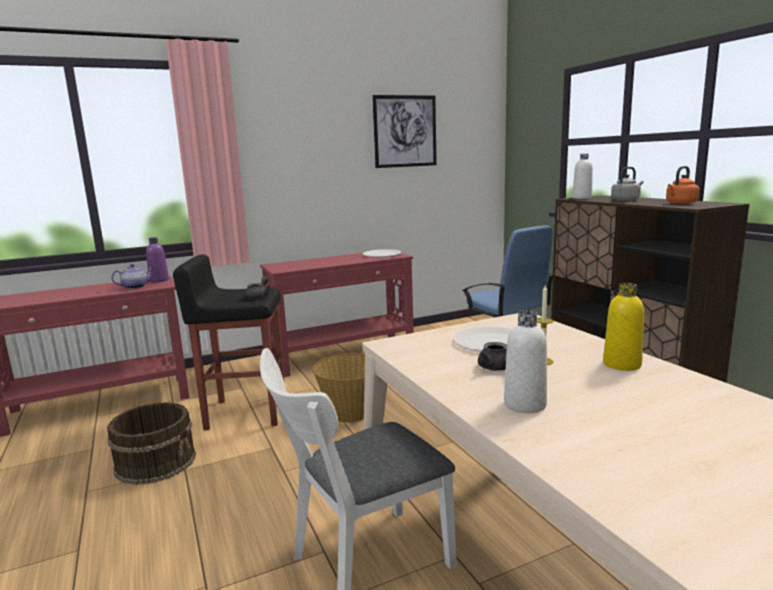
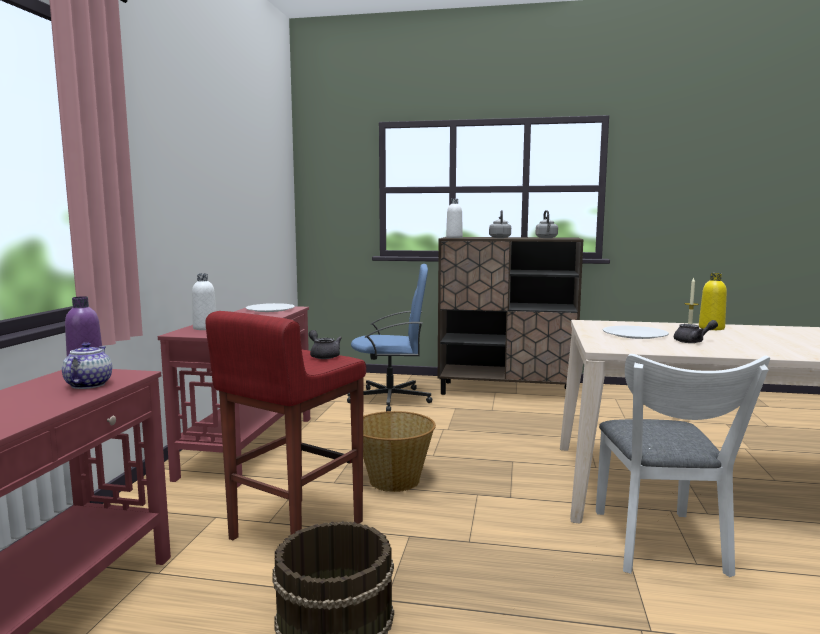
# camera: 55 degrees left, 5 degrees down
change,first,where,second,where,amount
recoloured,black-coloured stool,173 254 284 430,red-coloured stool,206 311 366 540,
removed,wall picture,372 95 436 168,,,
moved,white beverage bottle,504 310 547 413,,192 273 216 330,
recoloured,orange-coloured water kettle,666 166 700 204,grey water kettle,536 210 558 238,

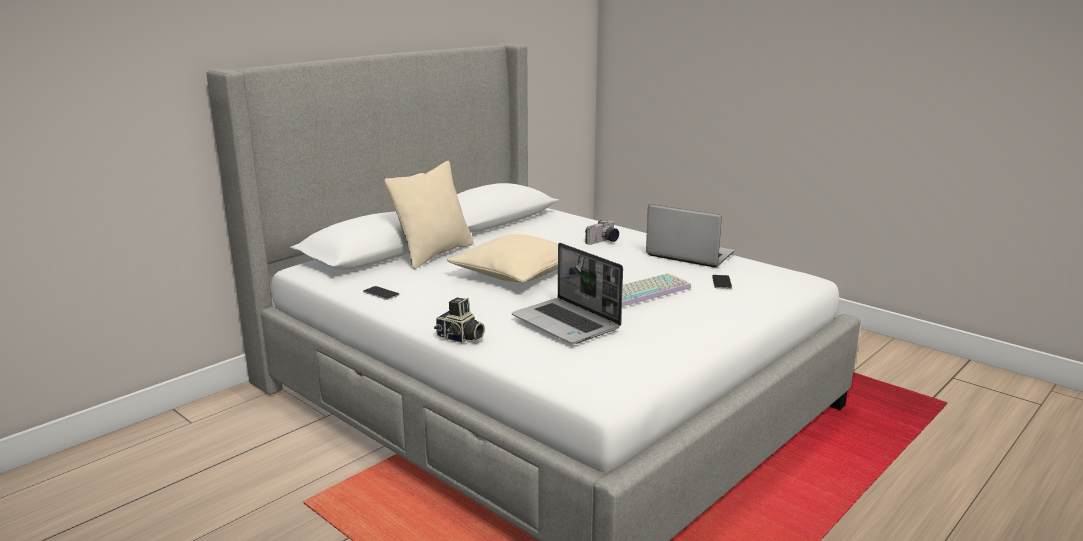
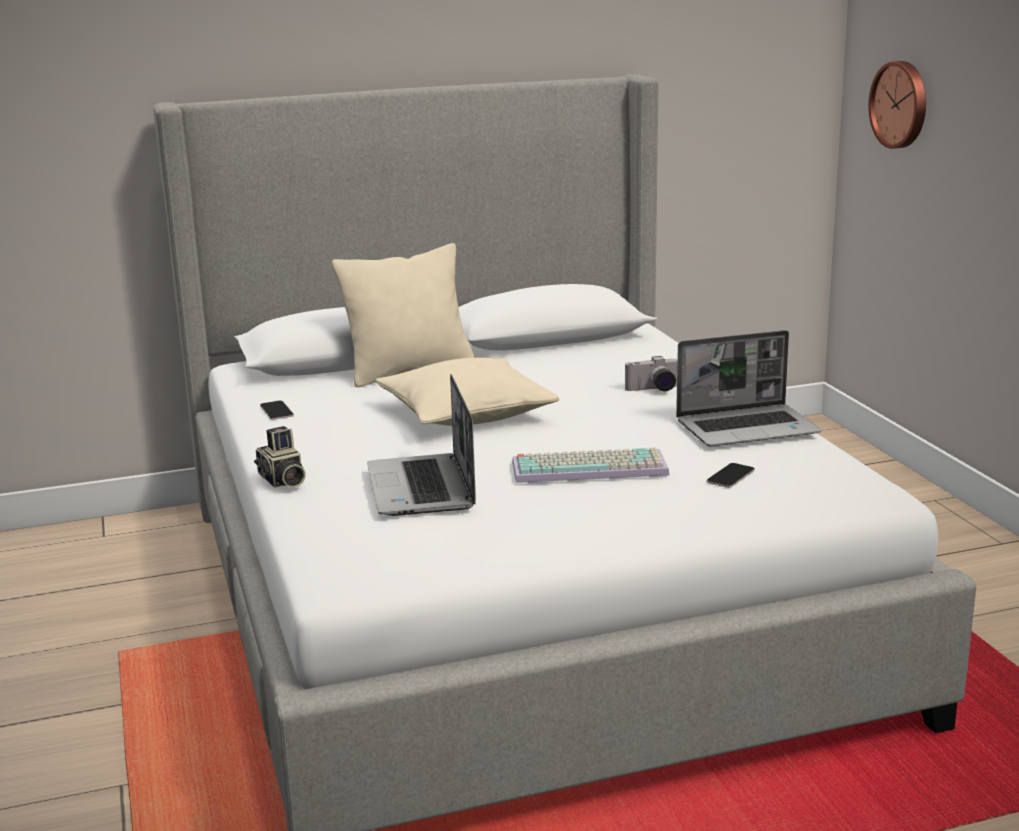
# camera: 30 degrees right, 0 degrees up
change,first,where,second,where,amount
turned,portable computer,646 204 734 267,,676 330 821 446,105 degrees clockwise
added,,,wall clock,868 61 926 149,

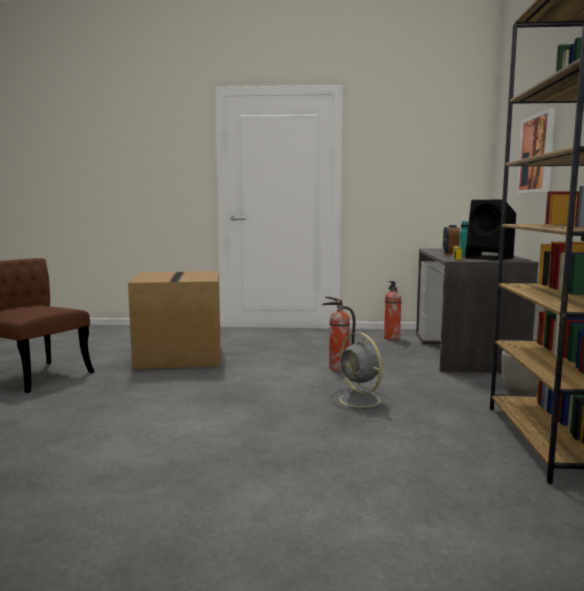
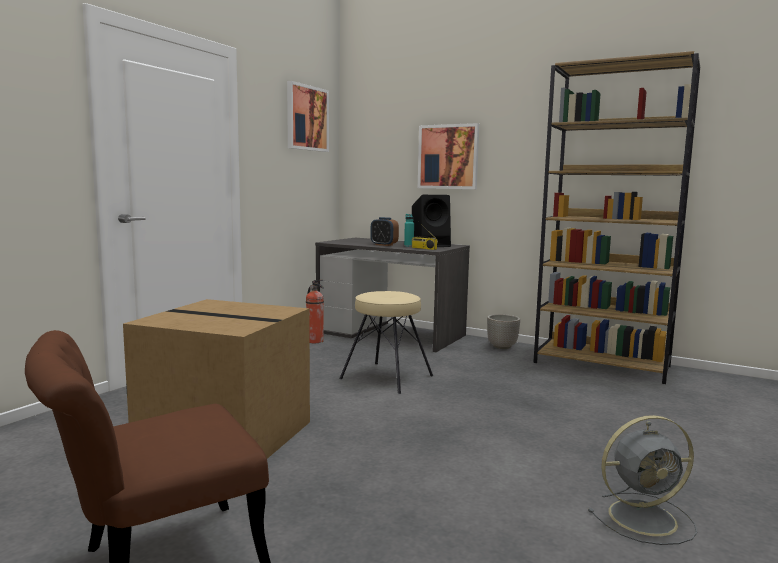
# camera: 65 degrees left, 0 degrees up
change,first,where,second,where,amount
replaced,extinguisher,322 296 355 371,beige stool,339 291 433 394,
moved,grey cooling fan,330 332 393 412,,588 415 697 545,
added,,,wall picture,287 81 329 152,

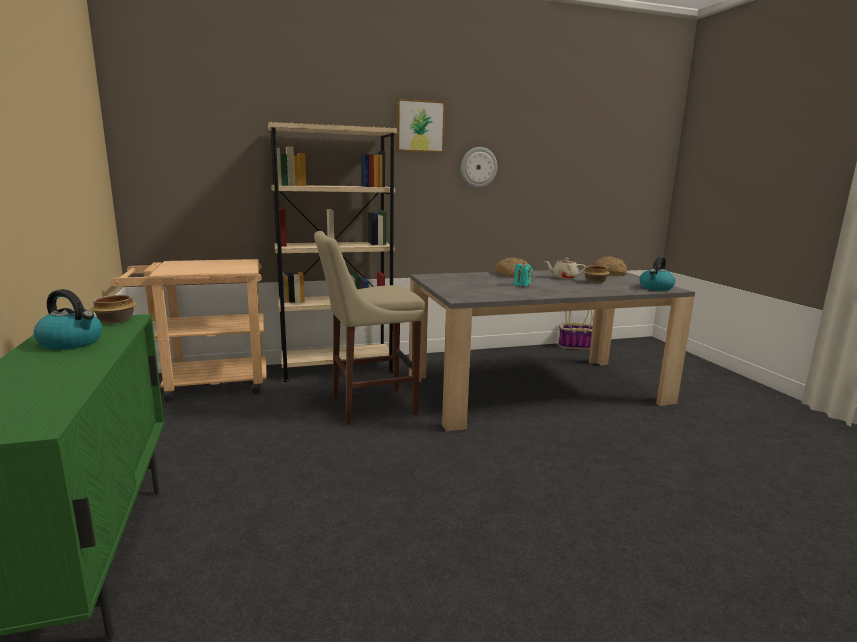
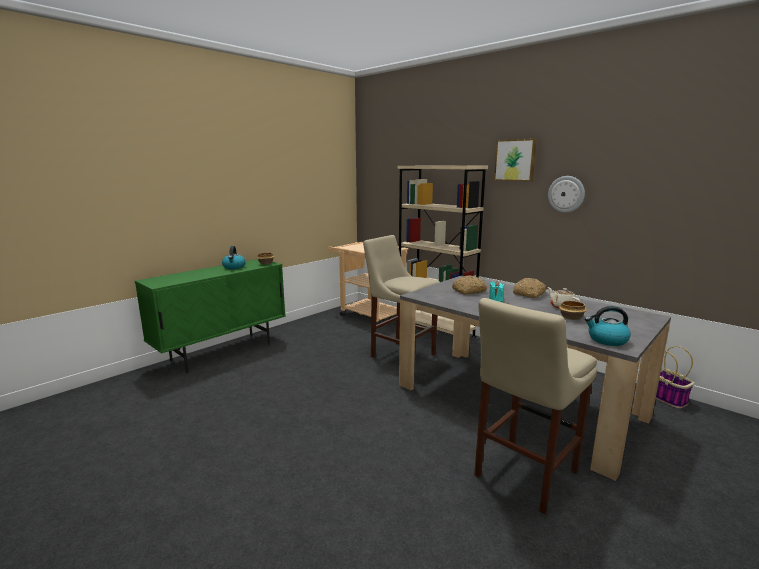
# camera: 60 degrees right, 0 degrees up
change,first,where,second,where,amount
moved,baked bread,594 257 627 276,,452 275 487 295,
added,,,beige stool,474 298 597 514,

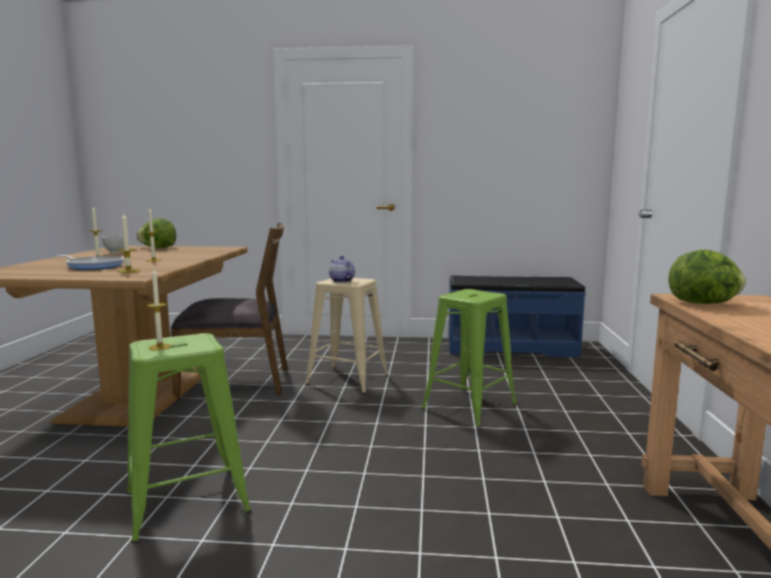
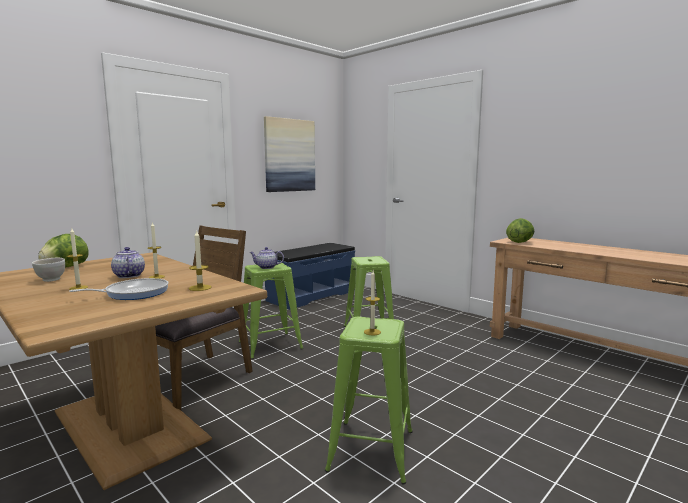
# camera: 50 degrees left, 0 degrees up
change,first,where,second,where,amount
recoloured,beige stool,305 278 389 394,green stool,239 263 303 359,
added,,,teapot,111 247 145 278,
added,,,wall picture,264 116 315 192,

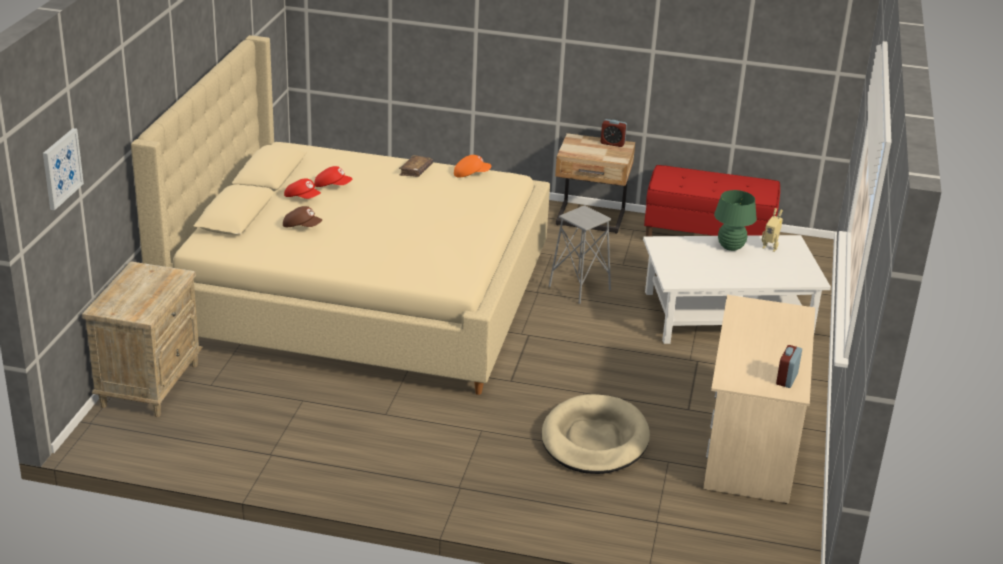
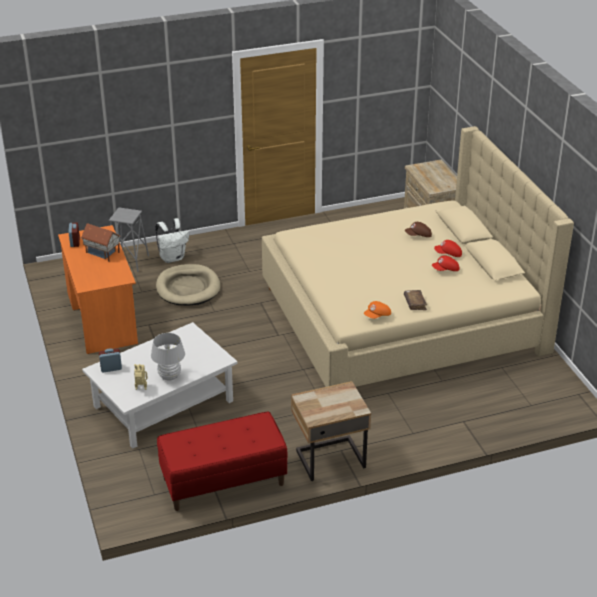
# camera: 150 degrees right, 5 degrees up
change,first,where,second,where,amount
removed,wall picture,43 128 84 210,,,
moved,grey stool,549 205 611 304,,109 207 149 272,
moved,table clock,601 119 627 147,,99 348 122 372,
recoloured,beige desk,703 295 815 504,orange-coloured desk,58 225 138 354,
recoloured,green tabletop lamp,714 190 757 251,white tabletop lamp,151 333 185 381,
added,,,model house,81 223 121 262,
added,,,white knapsack,155 218 189 263,

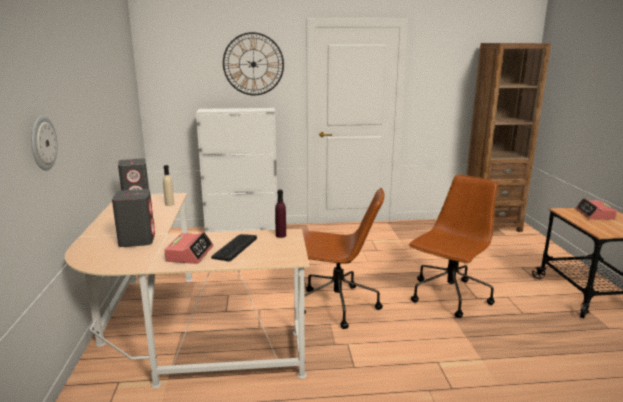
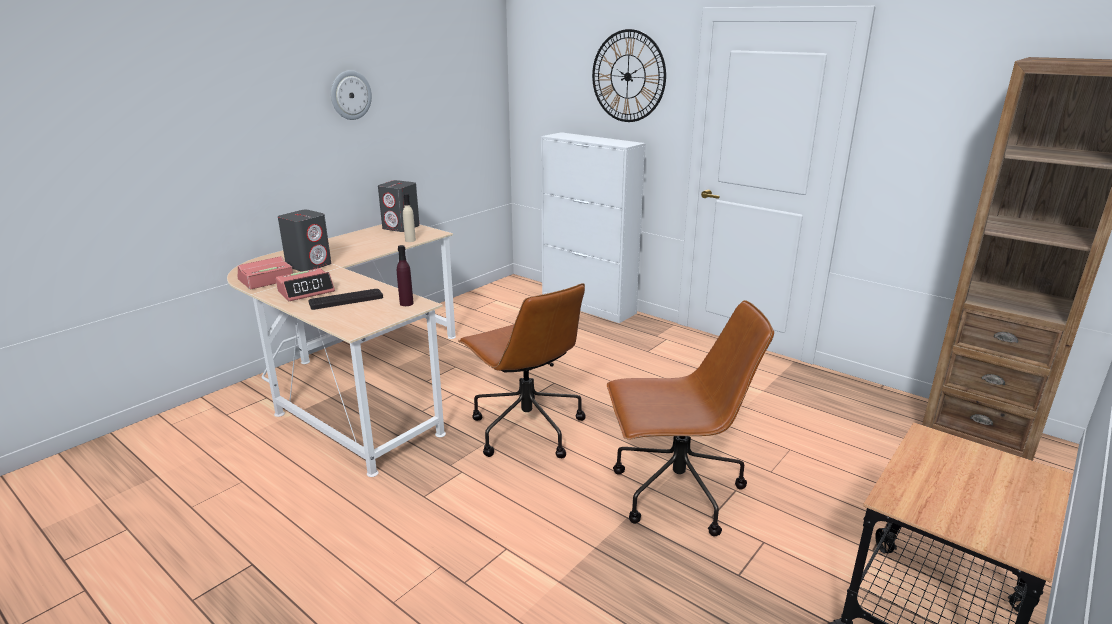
# camera: 45 degrees right, 5 degrees up
change,first,where,second,where,amount
moved,wall clock,31 115 57 170,,331 70 372 120,
moved,table clock,575 198 617 220,,238 256 293 289,

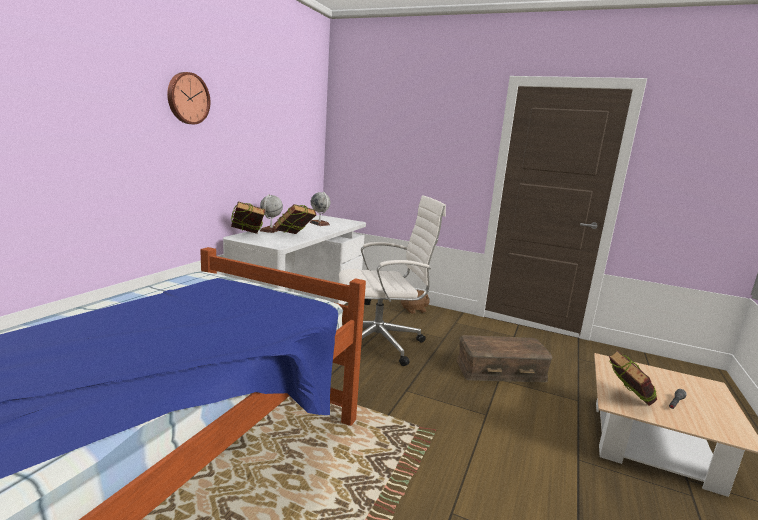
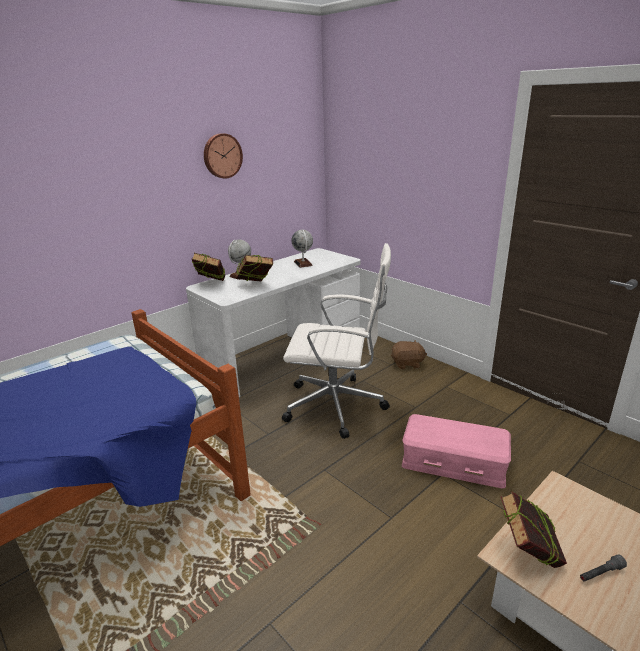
# camera: 25 degrees right, 10 degrees up
change,first,where,second,where,amount
moved,wall clock,167 72 210 124,,204 133 243 178,
recoloured,brown-coloured storage container,457 335 553 383,pink storage container,402 414 511 488,

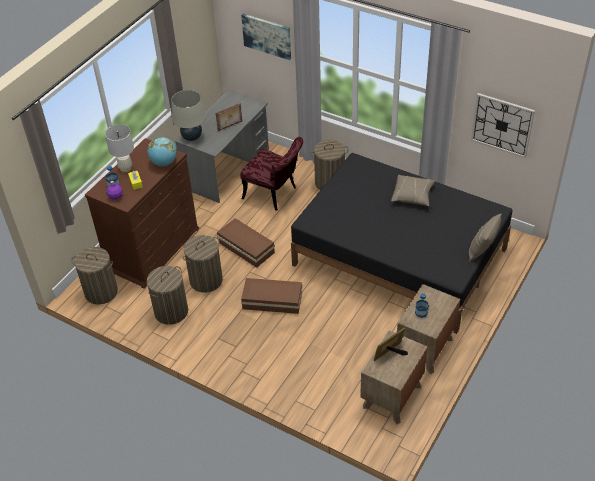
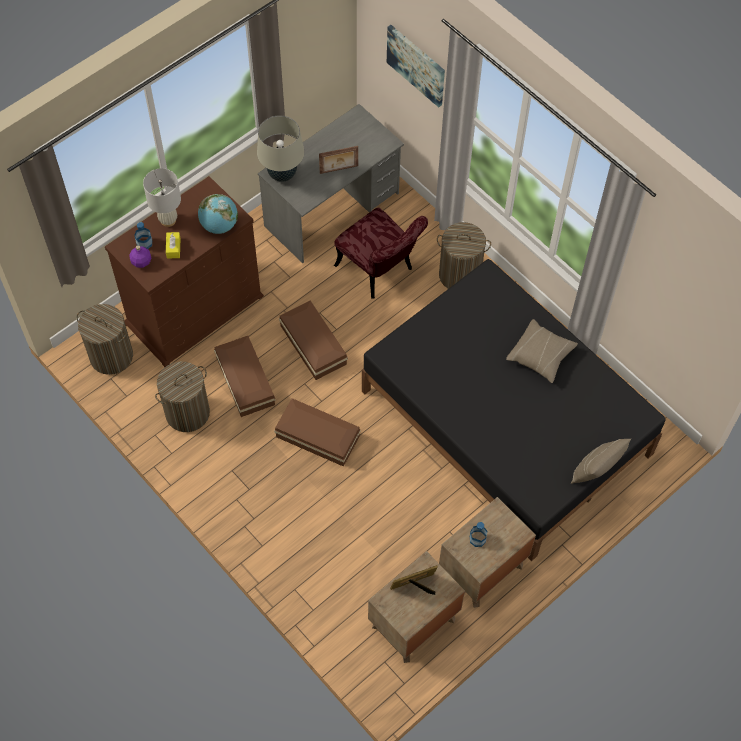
# camera: 15 degrees right, 15 degrees up
change,first,where,second,where,amount
replaced,hamper,182 235 223 293,brown-coloured storage container,214 336 275 417,
removed,wall clock,471 93 535 158,,,

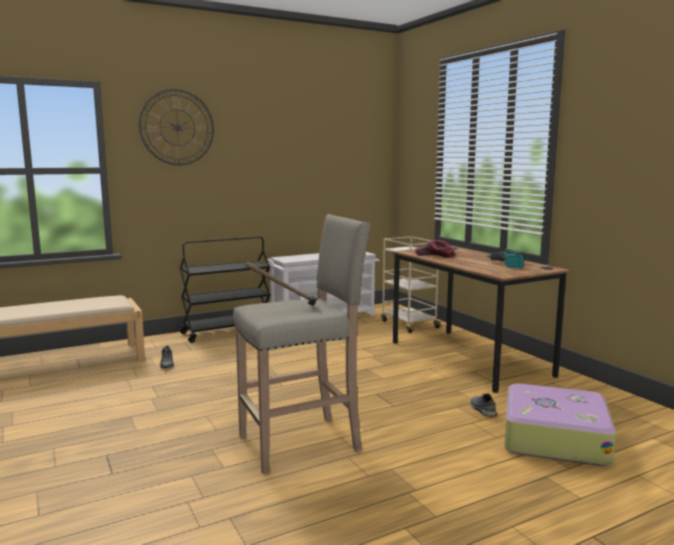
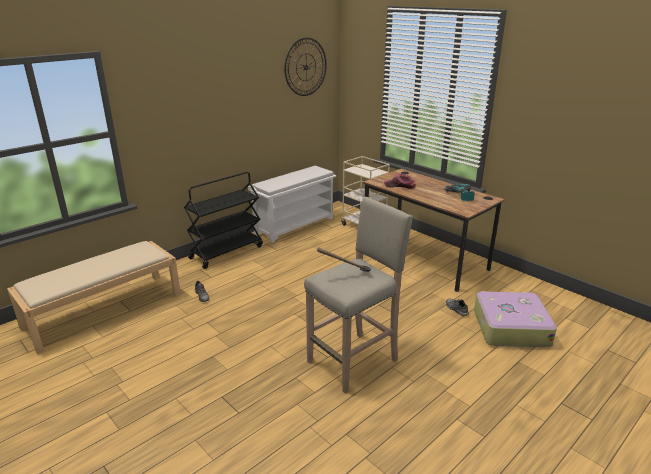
# camera: 15 degrees left, 15 degrees up
change,first,where,second,where,amount
moved,wall clock,139 89 214 165,,284 38 327 96,

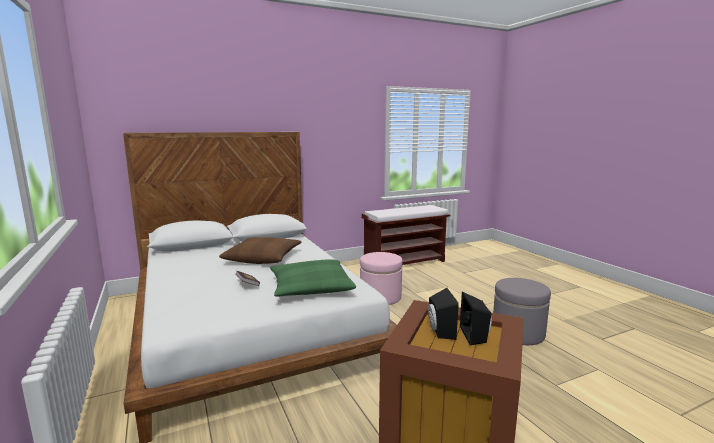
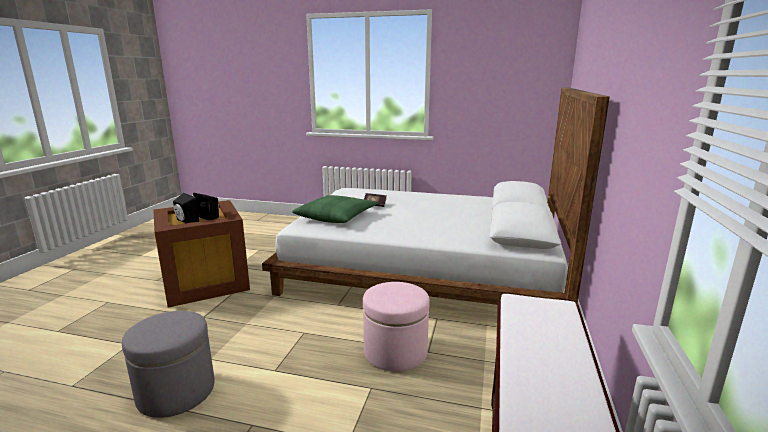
# camera: 130 degrees right, 5 degrees up
change,first,where,second,where,amount
removed,brown-coloured pillow,219 237 302 264,,,

